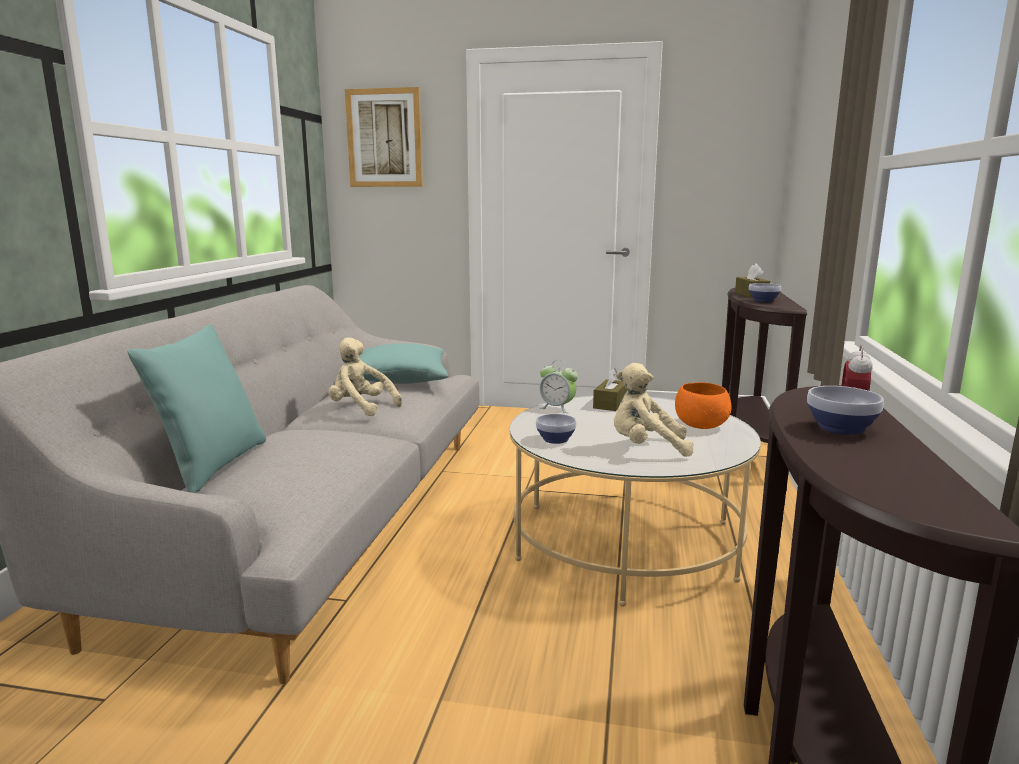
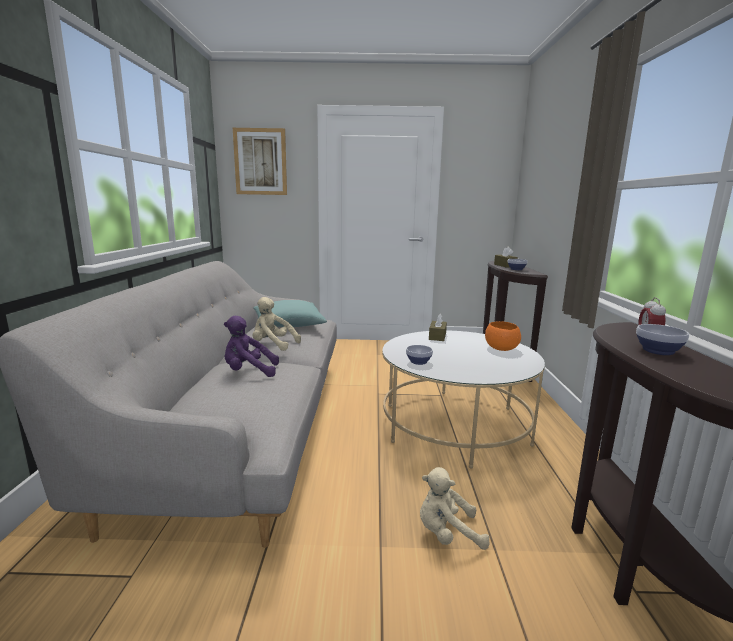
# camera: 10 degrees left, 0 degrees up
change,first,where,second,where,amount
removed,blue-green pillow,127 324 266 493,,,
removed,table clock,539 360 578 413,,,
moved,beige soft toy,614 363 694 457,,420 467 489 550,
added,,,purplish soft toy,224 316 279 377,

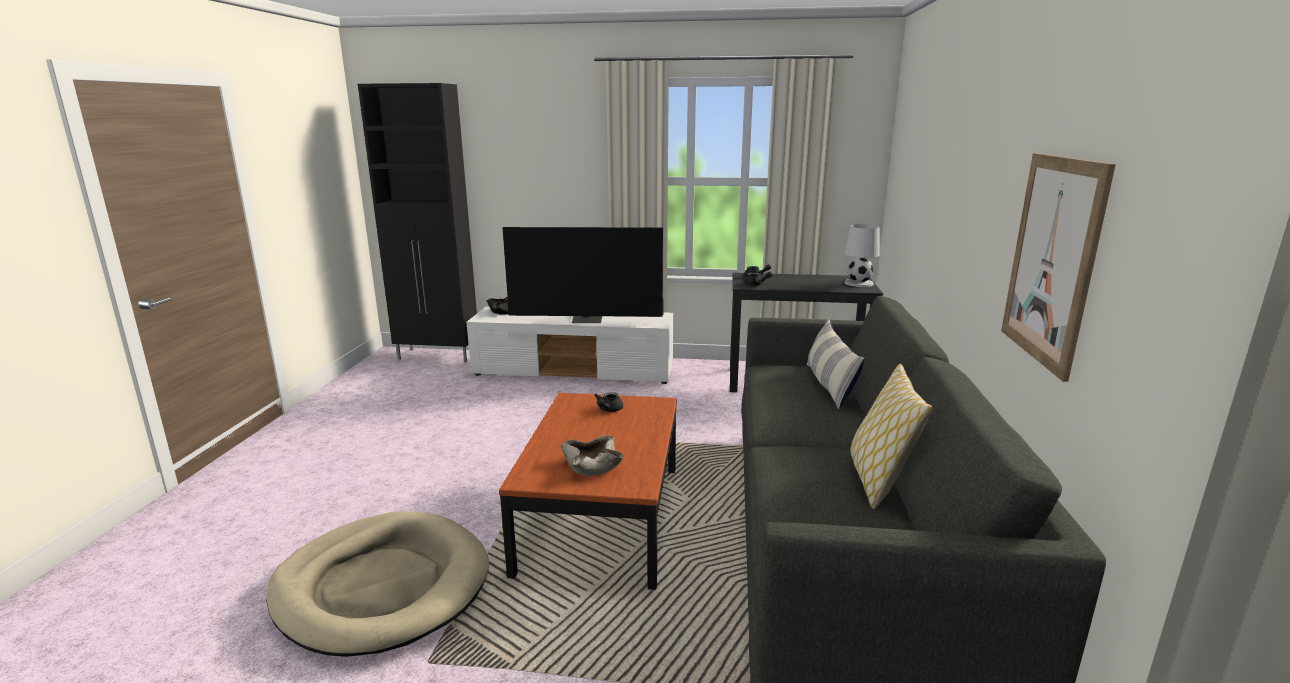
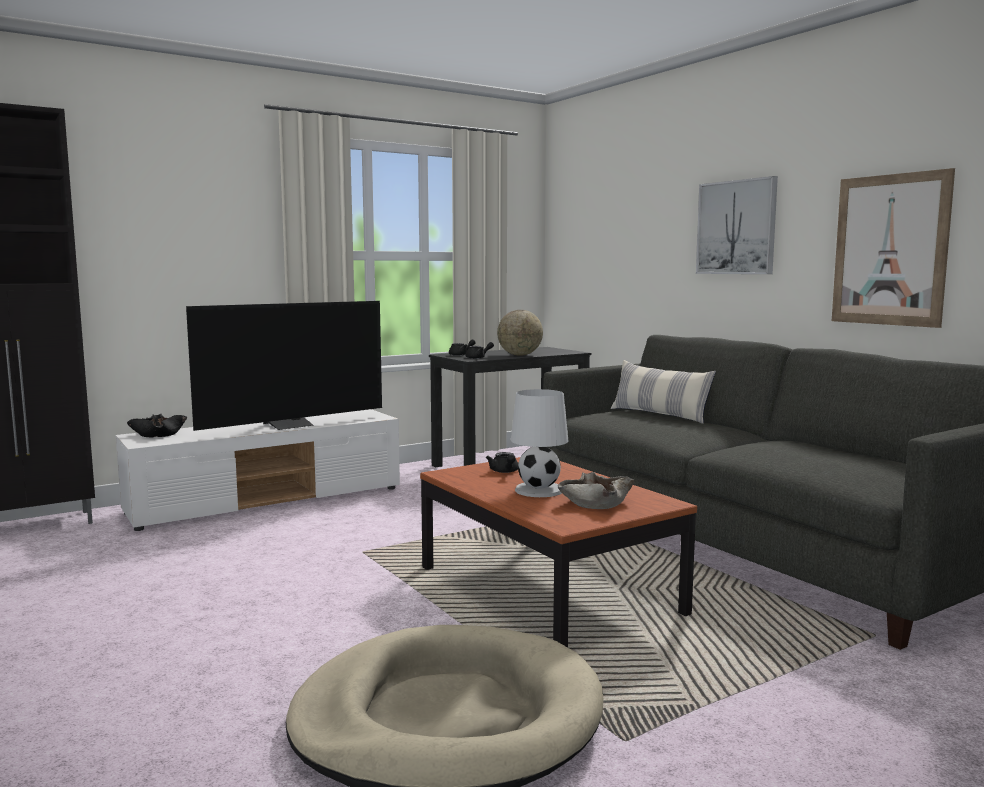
# camera: 40 degrees left, 10 degrees down
change,first,where,second,where,amount
moved,white tabletop lamp,845 224 880 287,,511 389 568 497,
removed,pillow,851 364 933 509,,,
added,,,world globe,497 310 543 356,
added,,,wall picture,696 176 778 274,

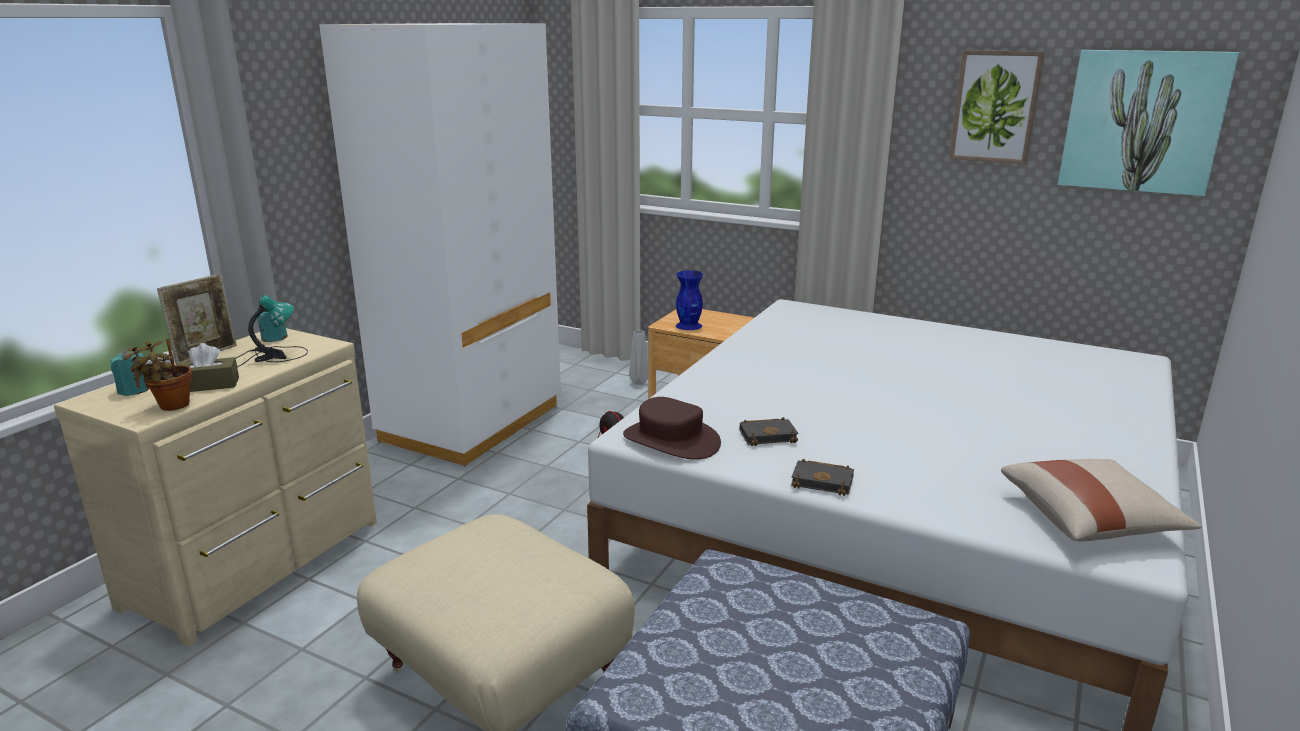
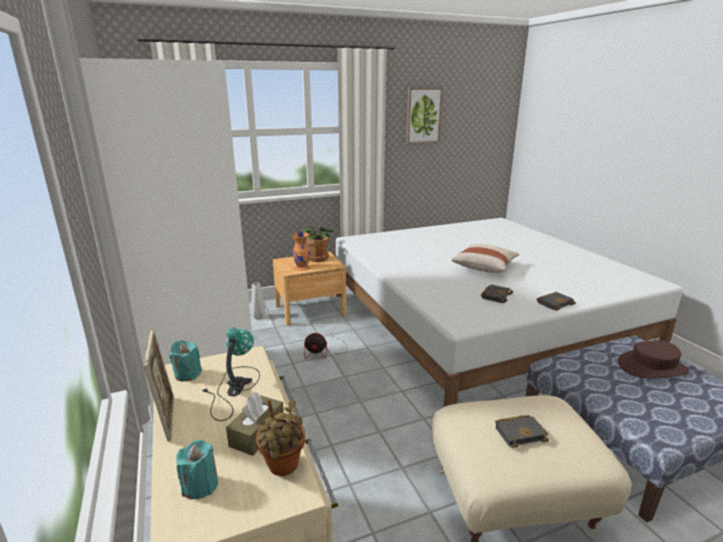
# camera: 50 degrees left, 0 degrees up
change,first,where,second,where,amount
moved,brown-coloured clothing hat,623 397 721 460,,618 340 690 379,
recoloured,blue vase,676 270 703 330,orange-coloured vase,292 232 311 271,
moved,beige pillow,1001 459 1202 541,,452 244 519 273,
removed,wall picture,1058 50 1239 196,,,
added,,,houseplant,302 225 333 262,
added,,,black-coloured bound book,495 415 549 448,

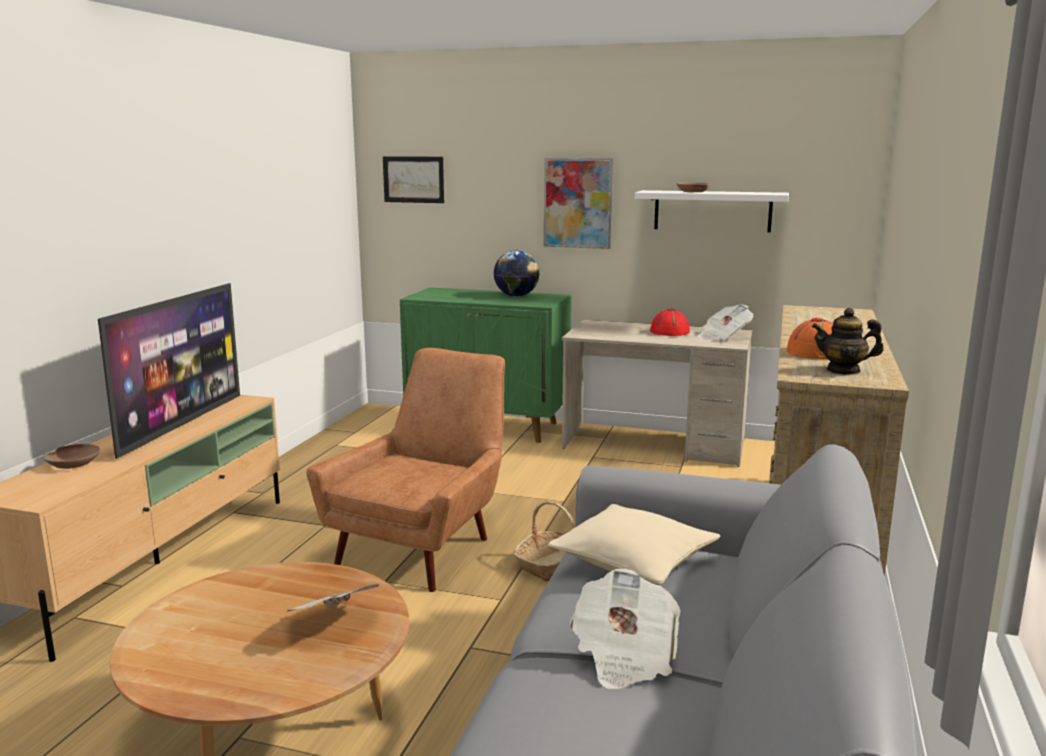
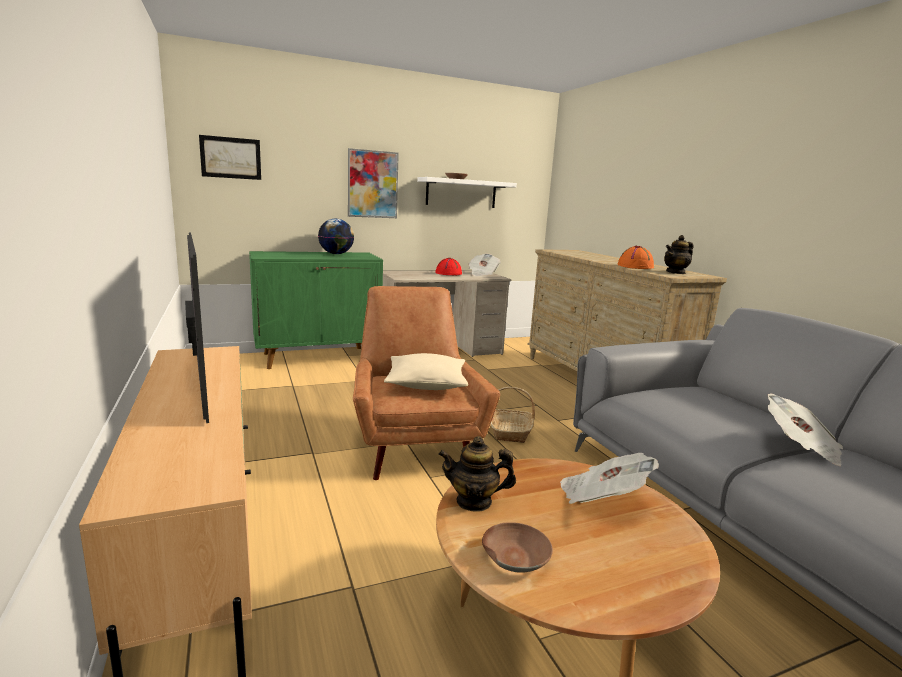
# camera: 40 degrees left, 0 degrees up
change,first,where,second,where,amount
moved,brown-coloured serving bowl,43 444 100 469,,482 522 553 573,
moved,beige pillow,548 504 720 585,,384 353 468 390,
added,,,teapot,439 436 516 512,

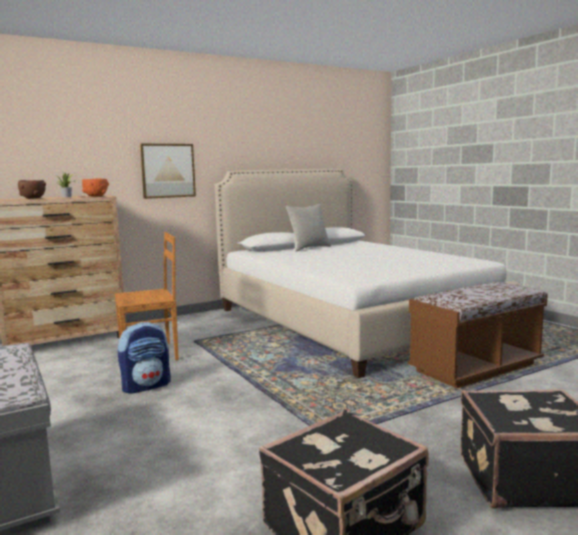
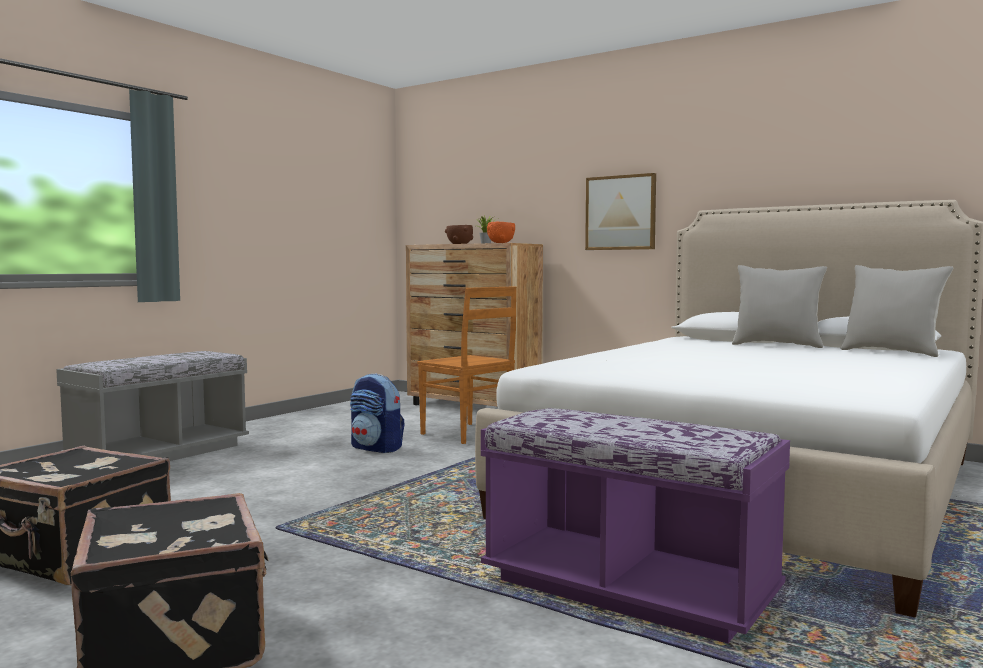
# camera: 65 degrees right, 5 degrees down
change,first,where,second,where,amount
recoloured,brown-coloured bench,408 282 548 388,purplish bench,481 408 790 644,
added,,,grey pillow,841 265 953 357,

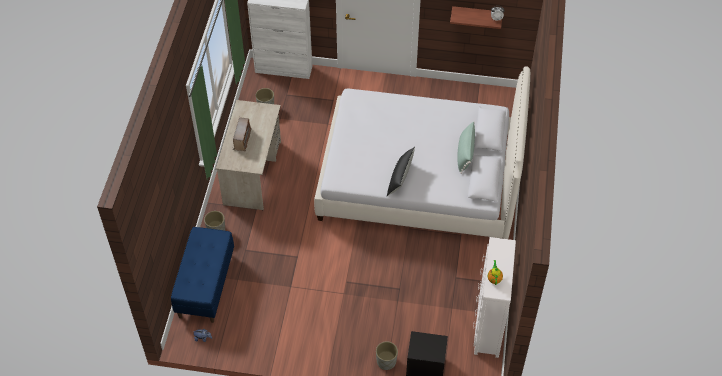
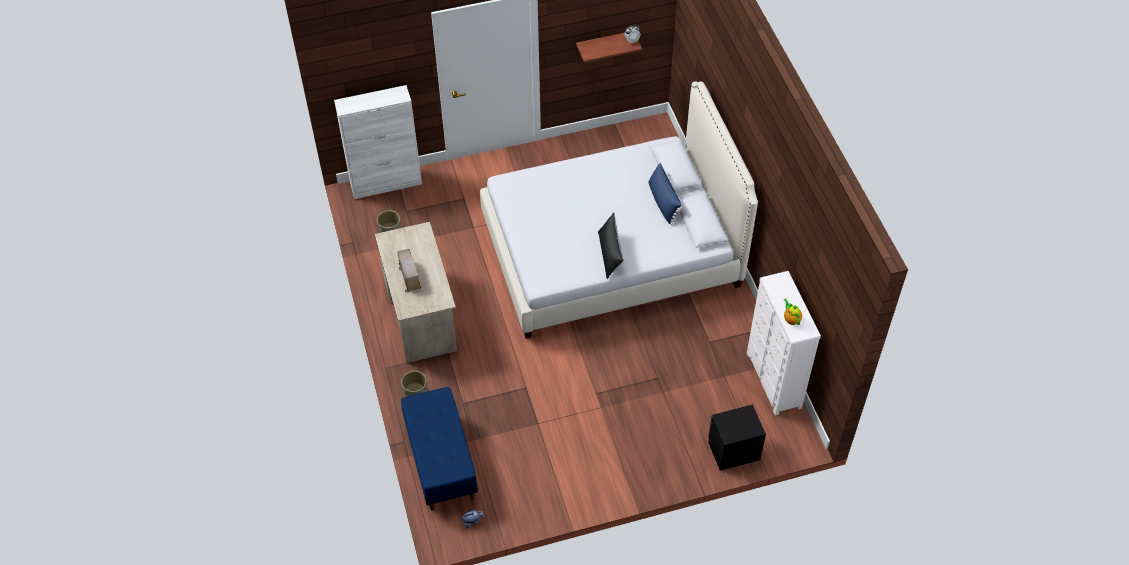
# camera: 25 degrees left, 0 degrees up
change,first,where,second,where,amount
removed,grey planter,376 341 398 370,,,
recoloured,green pillow,457 121 475 174,blue pillow,648 163 682 225,

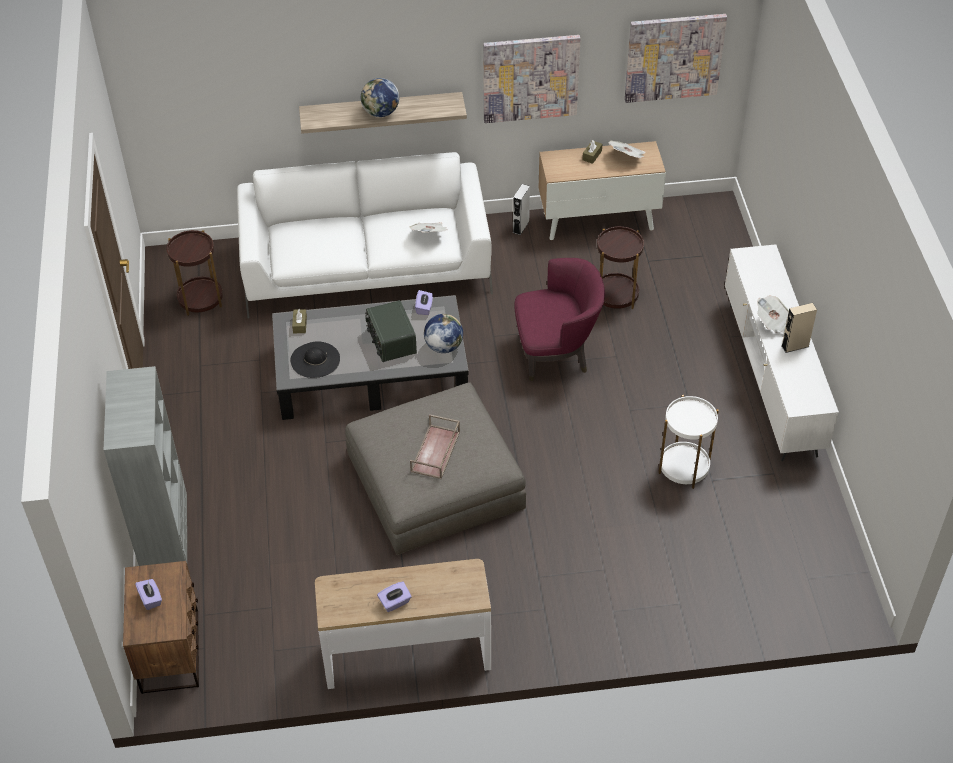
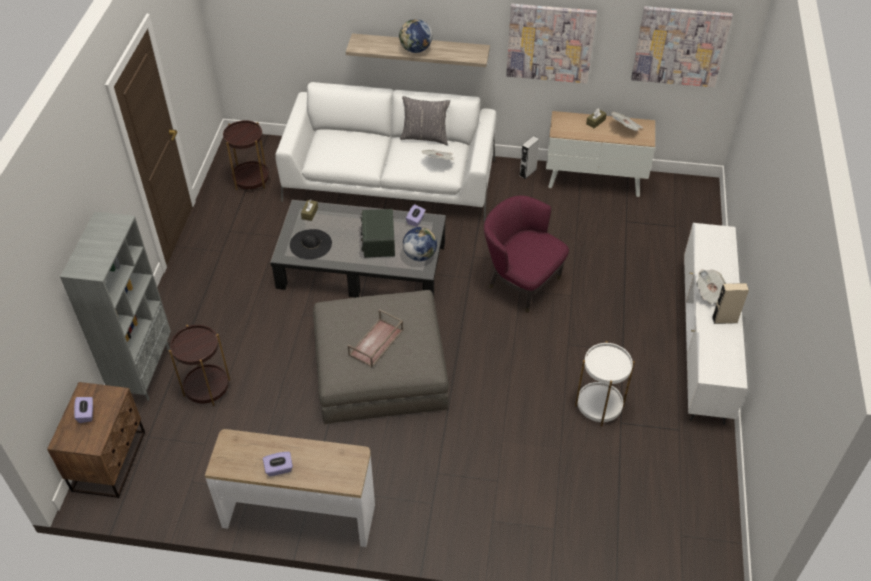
# camera: 15 degrees right, 0 degrees up
change,first,where,second,where,amount
turned,purplish easy chair,514 258 605 381,,484 195 569 312,150 degrees counterclockwise
moved,brown-coloured side table,597 226 644 309,,169 325 230 406,
added,,,grey pillow,400 96 450 145,

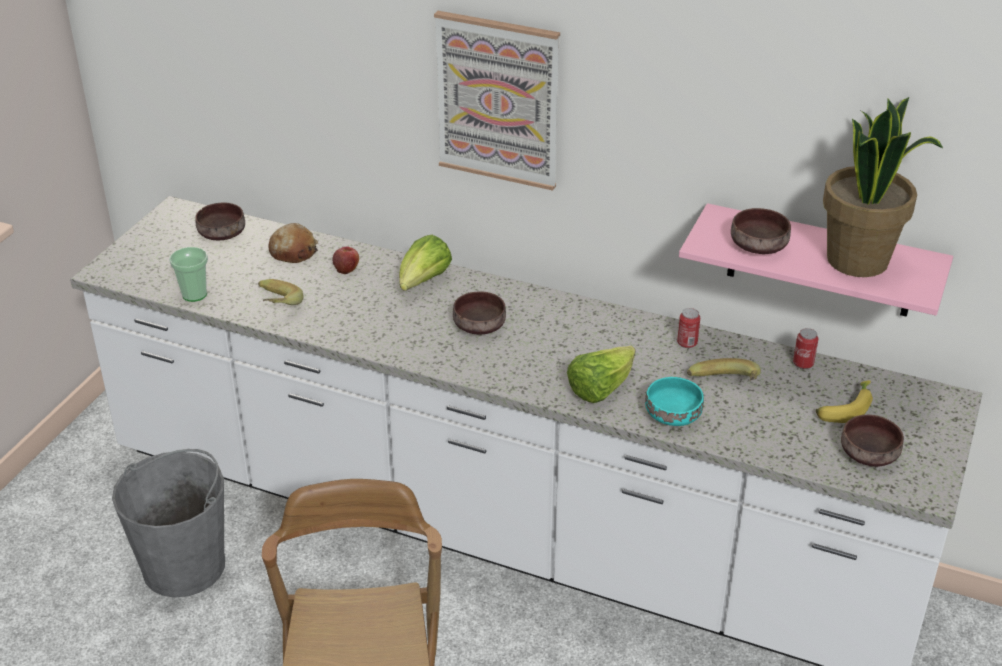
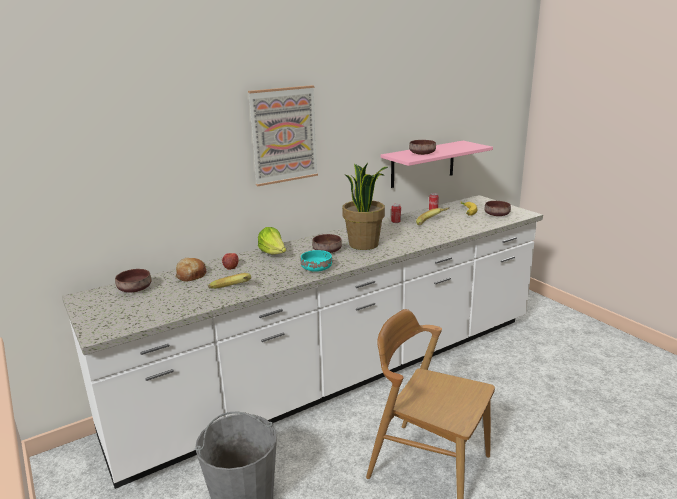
# camera: 55 degrees left, 15 degrees down
change,first,where,second,where,amount
removed,cup,169 247 208 302,,,
removed,lettuce head,567 346 635 403,,,
moved,blue-green serving bowl,645 377 704 426,,301 250 332 272,
moved,houseplant,823 97 943 277,,342 163 388 250,

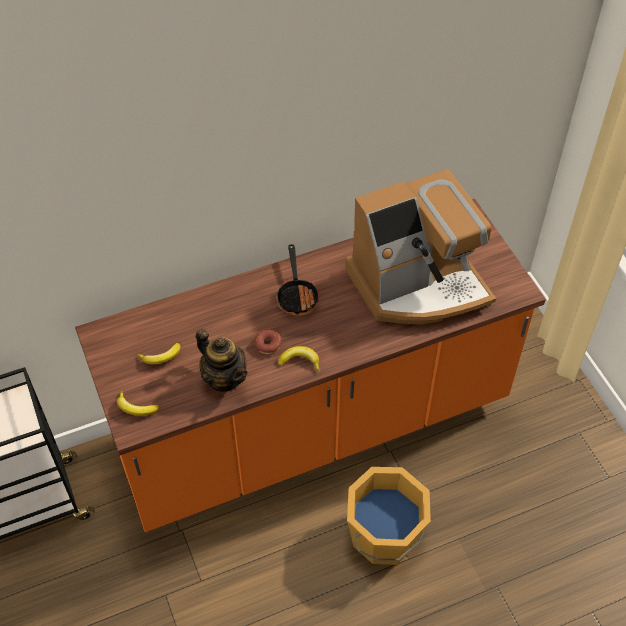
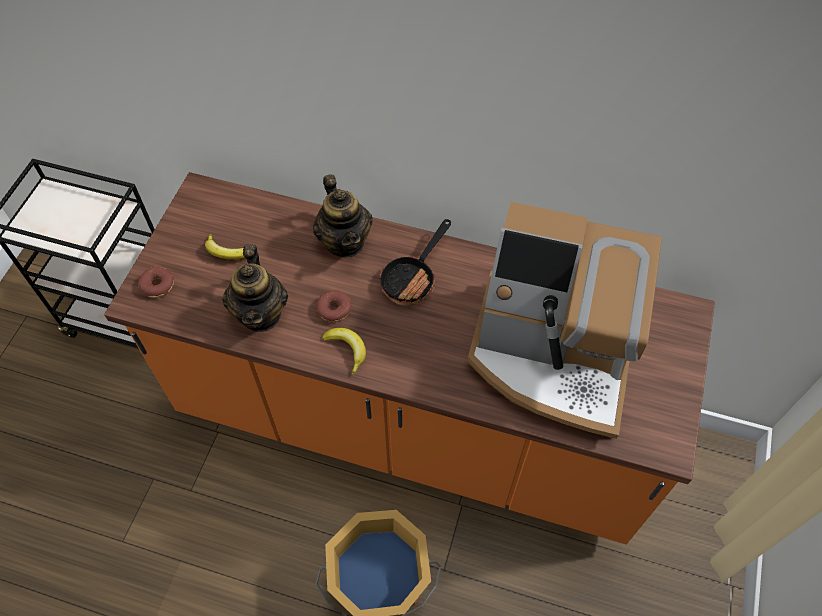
# camera: 40 degrees right, 5 degrees up
change,first,where,second,where,amount
replaced,whole banana,117 391 160 416,donut,138 266 174 298,
added,,,teapot,313 174 373 258,

